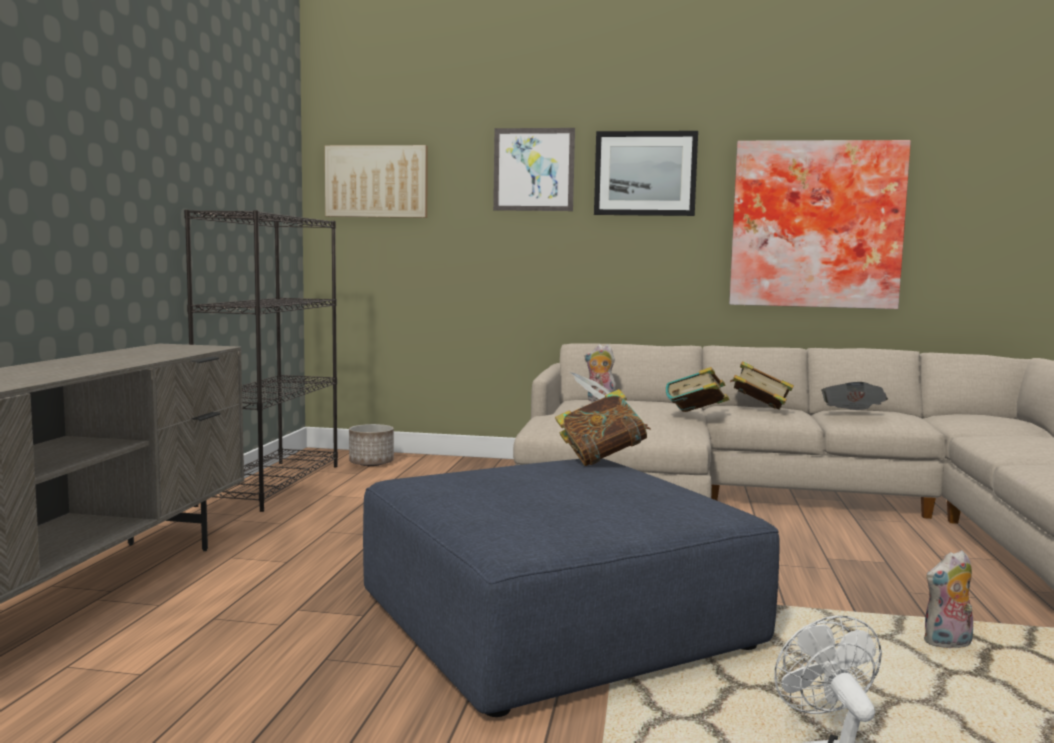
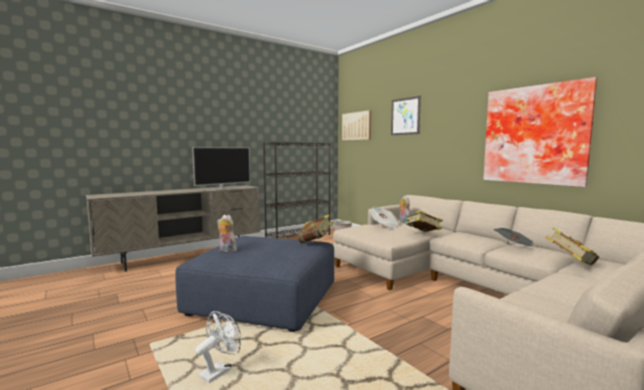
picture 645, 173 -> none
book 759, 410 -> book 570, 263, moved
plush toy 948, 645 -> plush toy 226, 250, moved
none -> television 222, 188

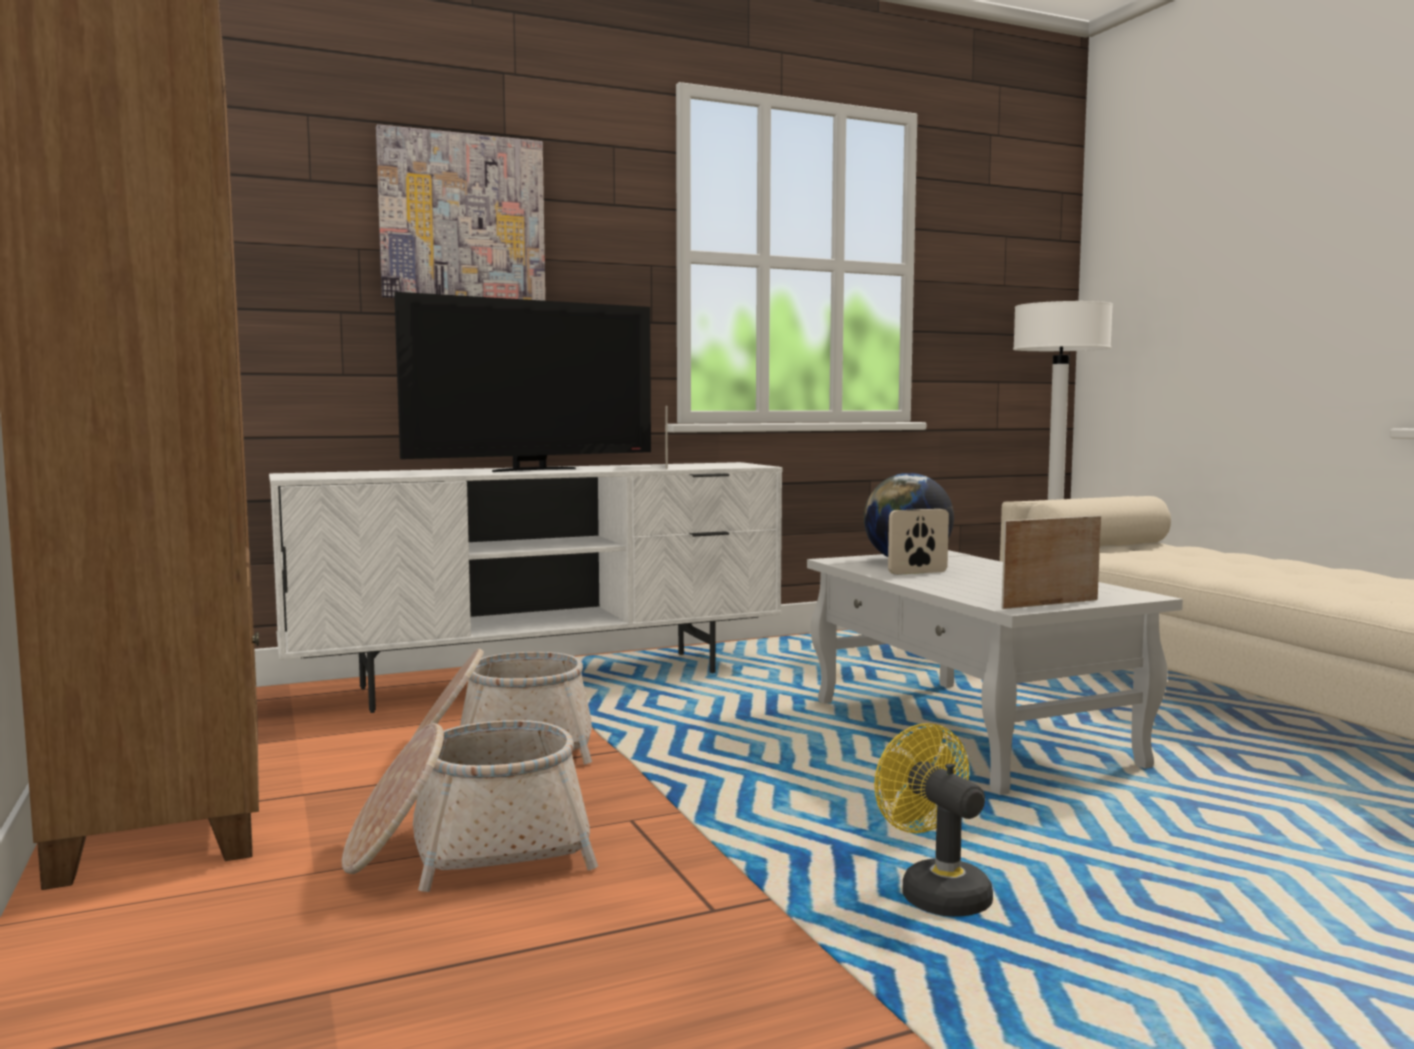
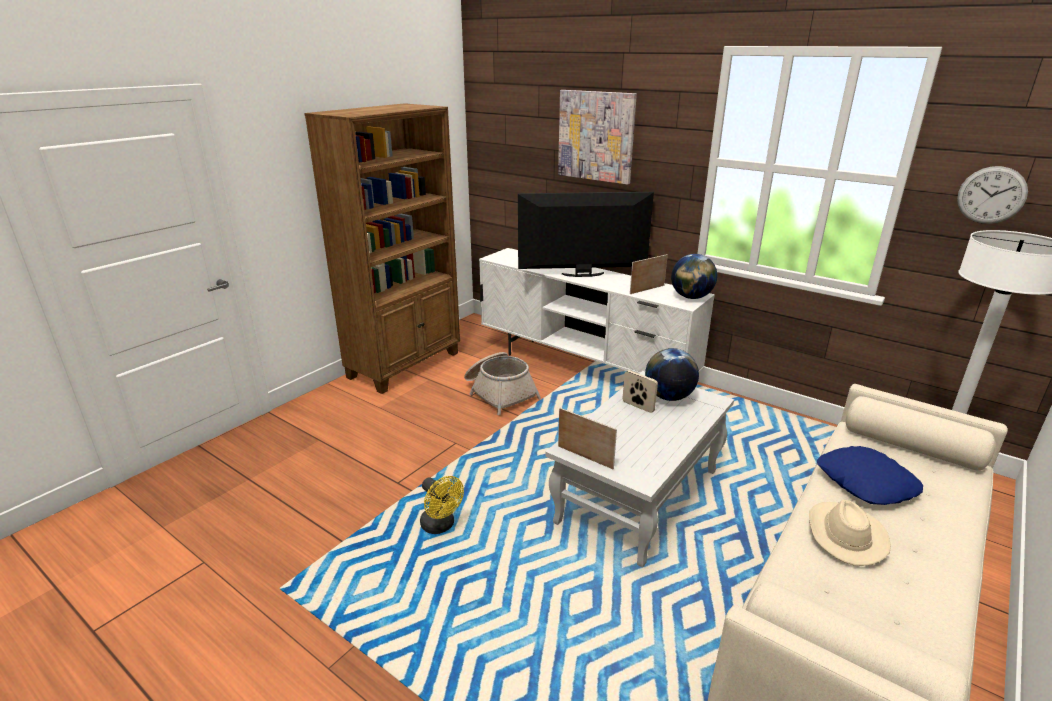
basket 469, 851 -> none
television 532, 470 -> television 582, 275, 150 degrees clockwise
fan in yellow 935, 892 -> fan in yellow 441, 526, 105 degrees clockwise
none -> globe 691, 297
none -> hat in beige 844, 534
none -> pillow in blue 865, 483
none -> wall clock 991, 195

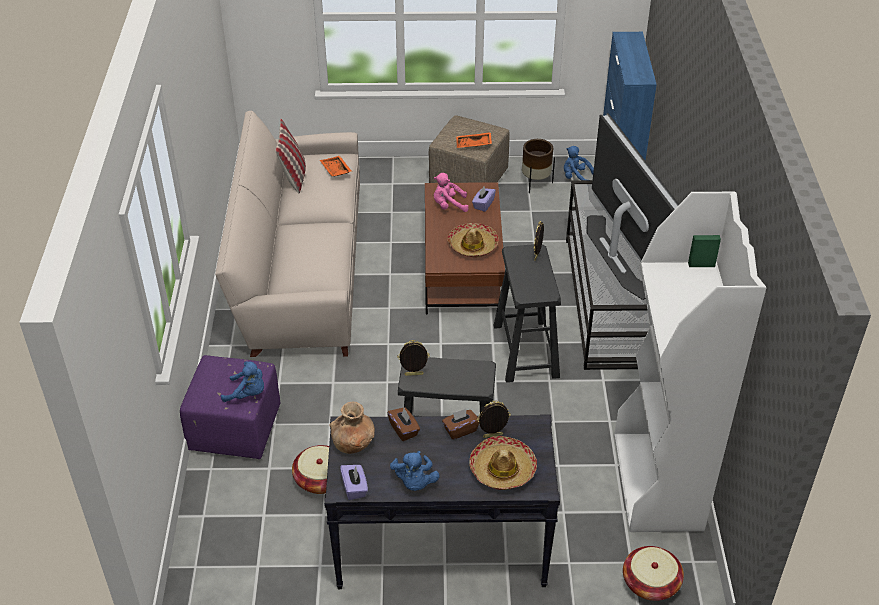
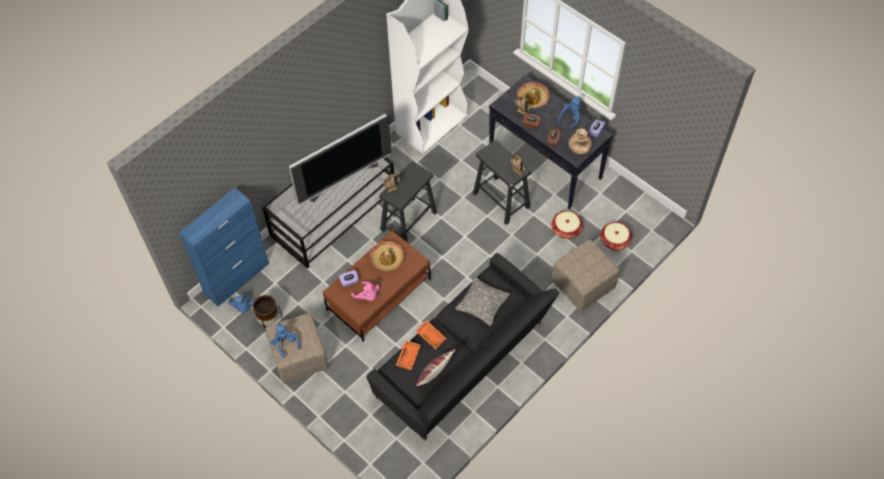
ottoman in purple 235, 430 -> ottoman in beige 583, 284
sofa in beige 300, 271 -> sofa in black 464, 362
plush toy in blue 247, 394 -> plush toy in blue 285, 343, moved
tray in orange 473, 145 -> tray in orange 431, 336, moved
television 619, 255 -> television 342, 179, 150 degrees counterclockwise
basket 650, 583 -> basket 614, 241, moved
none -> pillow 482, 304

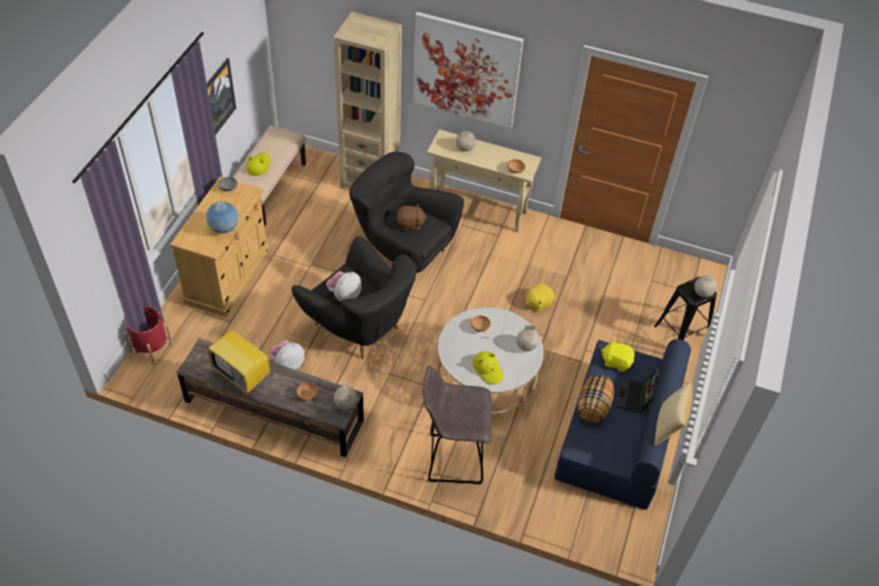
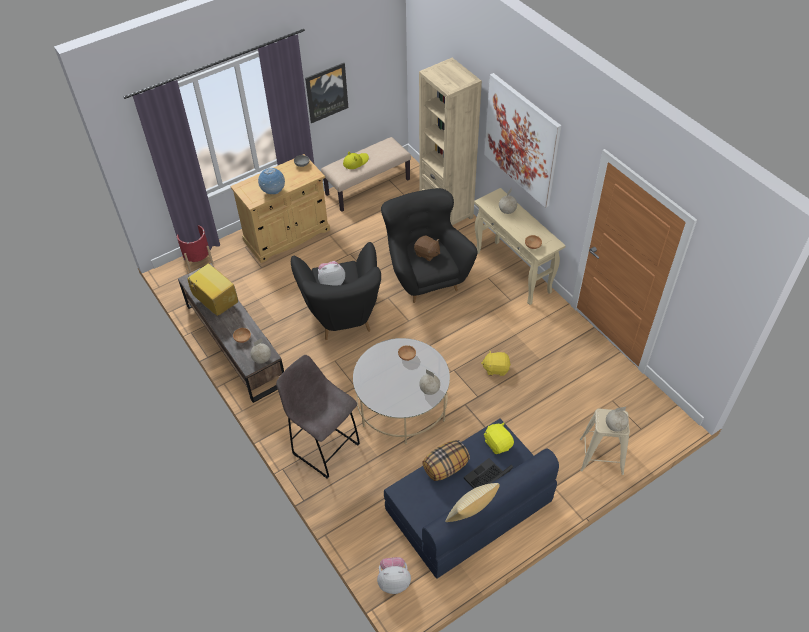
television 243, 375 -> television 215, 303, 150 degrees clockwise
plush toy 288, 364 -> plush toy 394, 581, moved
hat in yellow 488, 369 -> none
stool in black 681, 331 -> stool in beige 601, 456

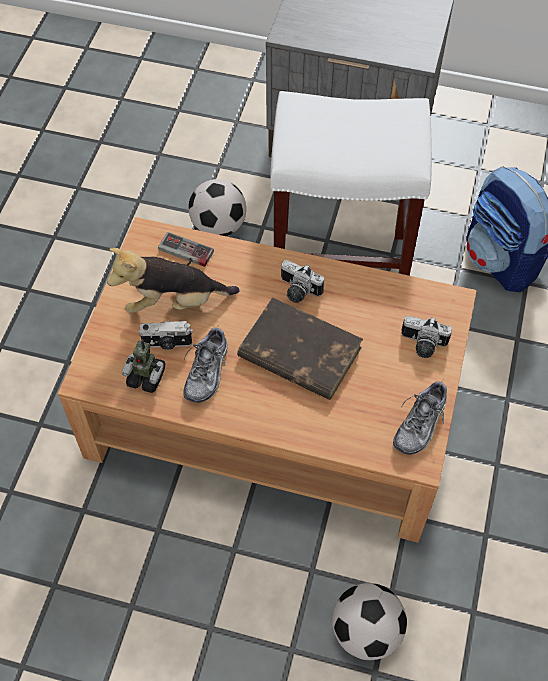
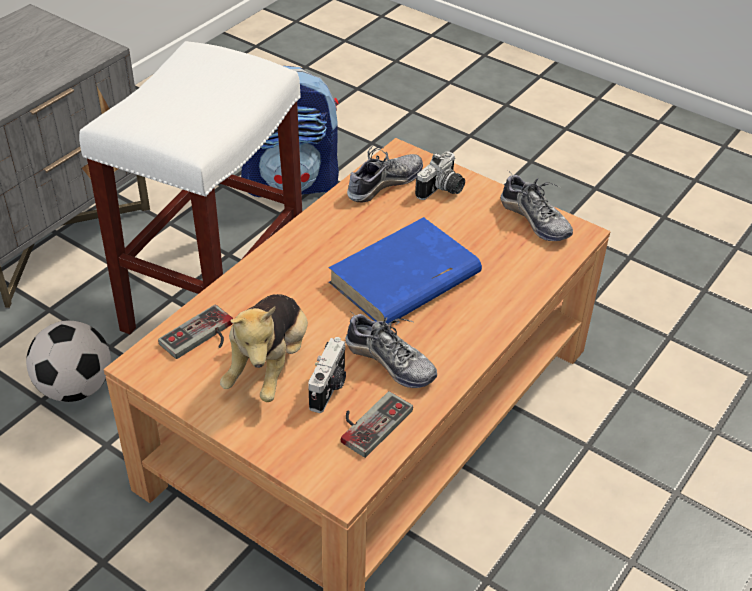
toy robot 146, 377 -> game controller 369, 421
book in brown 298, 352 -> book in blue 403, 279
photo camera 297, 291 -> none
football 366, 631 -> none
none -> shoe 384, 184

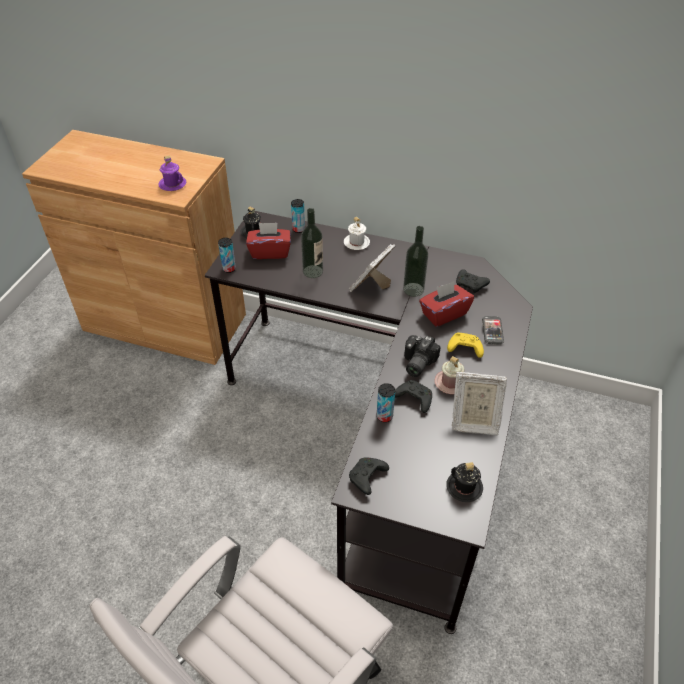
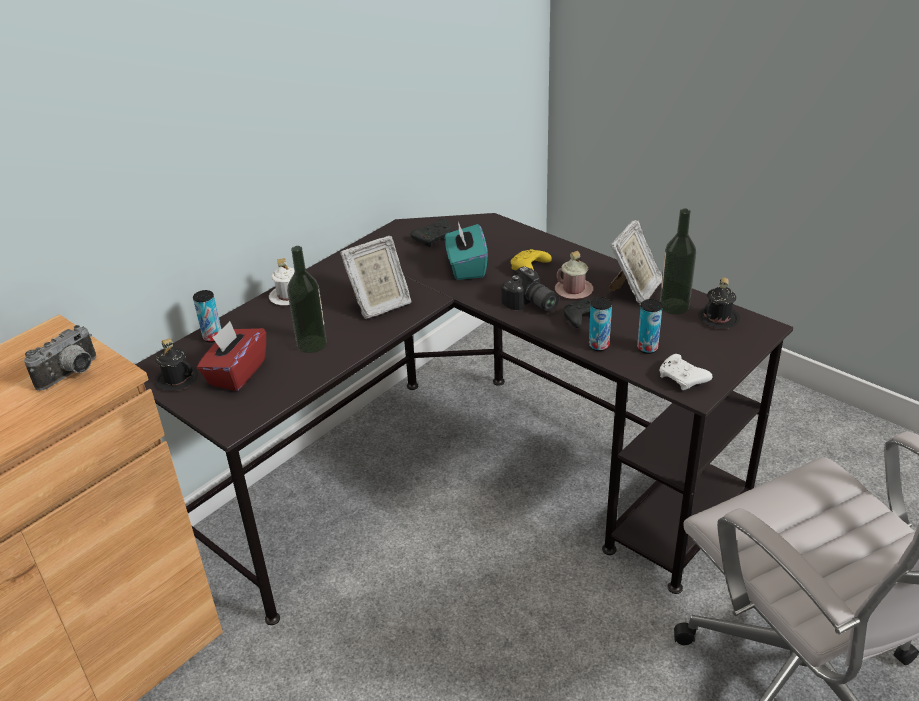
mug in purple 172, 184 -> photo camera 72, 375
can 229, 269 -> can 647, 348, moved
picture frame 371, 286 -> picture frame 379, 305, 90 degrees counterclockwise
game controller in black 367, 478 -> game controller in white 683, 379
bottle 413, 289 -> bottle 674, 306, moved
tissue box in red 444, 314 -> tissue box in turquoise 466, 267
phone 492, 331 -> none

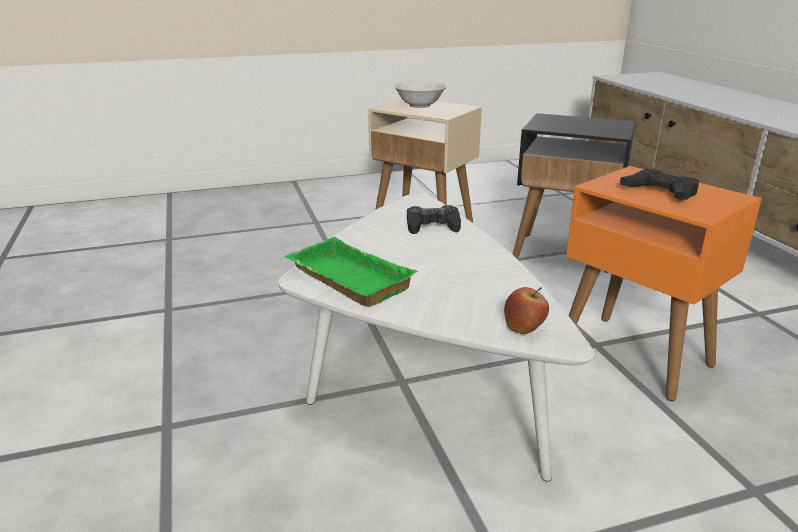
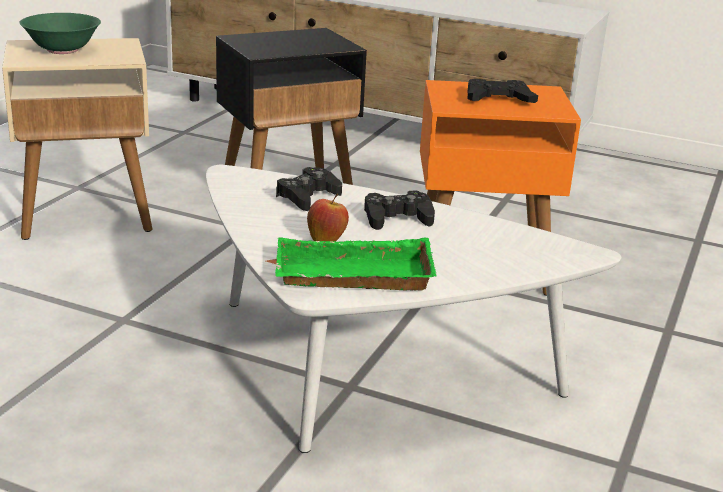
bowl in white 419, 105 -> bowl in green 62, 50
apple 524, 329 -> apple 327, 240, moved
none -> game controller in black 397, 218

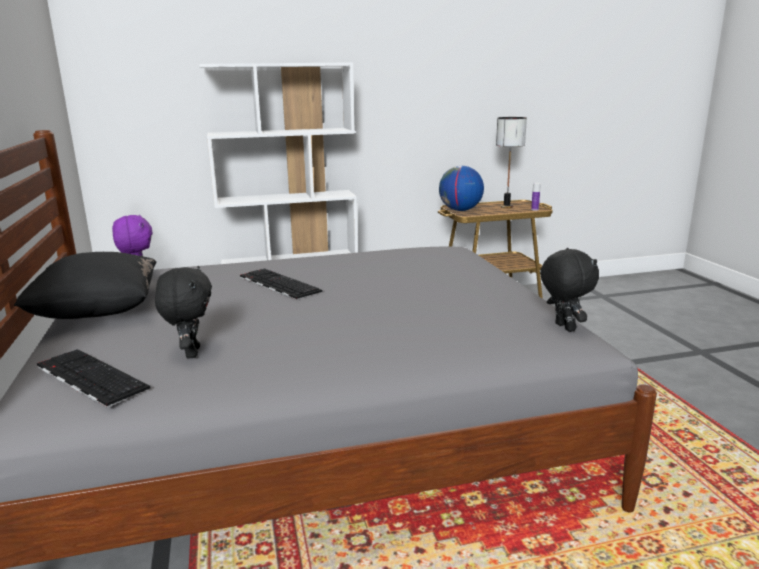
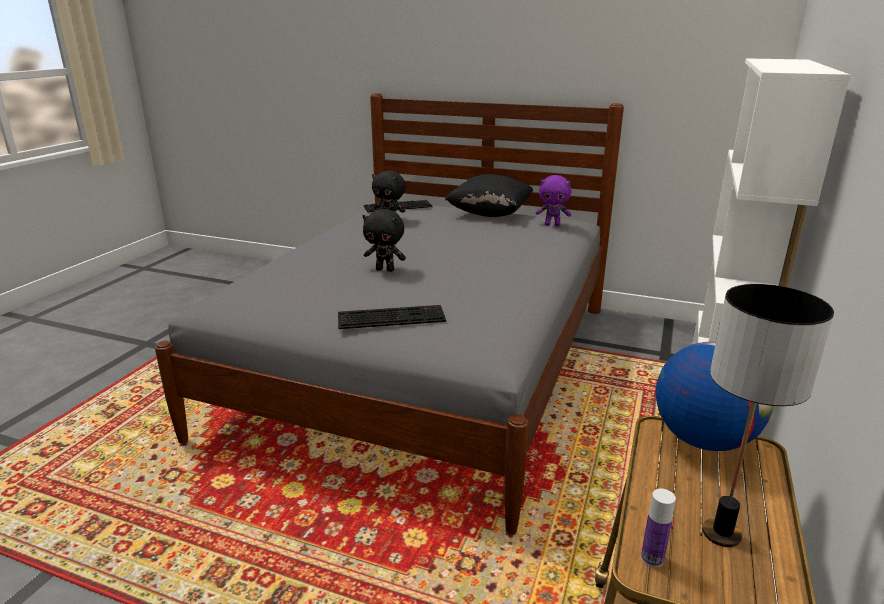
keyboard 277, 284 -> keyboard 392, 317, moved
plush toy in black 563, 327 -> plush toy in black 385, 269, moved

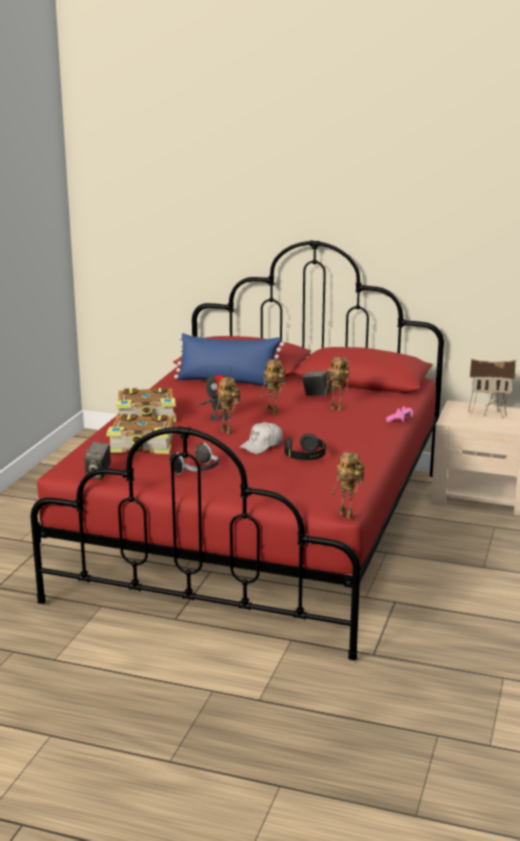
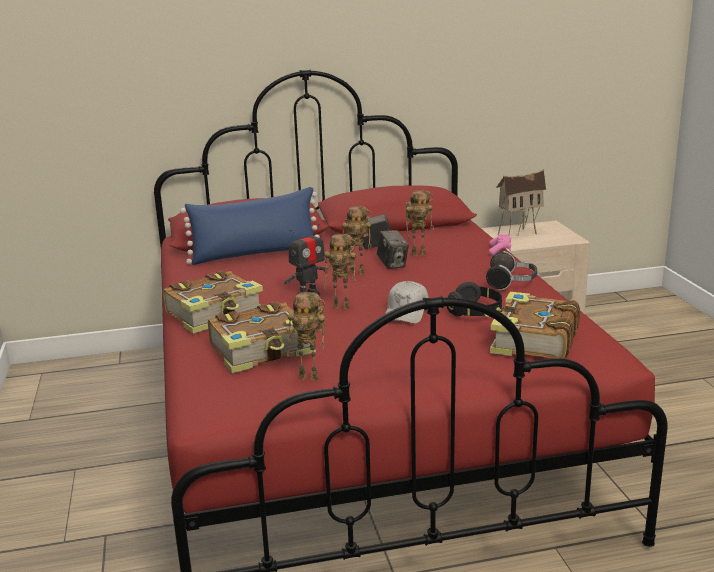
photo camera 98, 474 -> photo camera 392, 265, moved
headphones 197, 471 -> headphones 512, 283, moved
toy robot 348, 515 -> toy robot 310, 377, moved
none -> book 532, 341

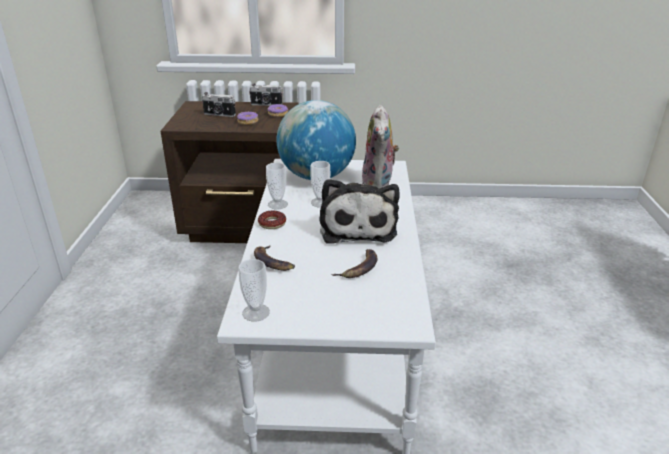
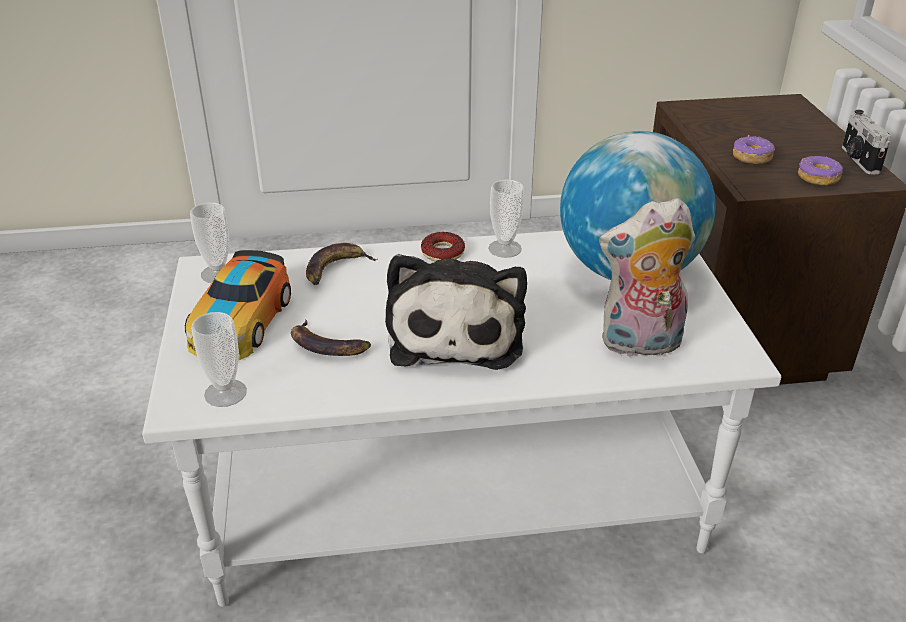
photo camera 219, 114 -> none
cup 320, 202 -> cup 225, 393, moved
plush toy 357, 226 -> plush toy 456, 333, 75 degrees counterclockwise
none -> toy car 240, 321

